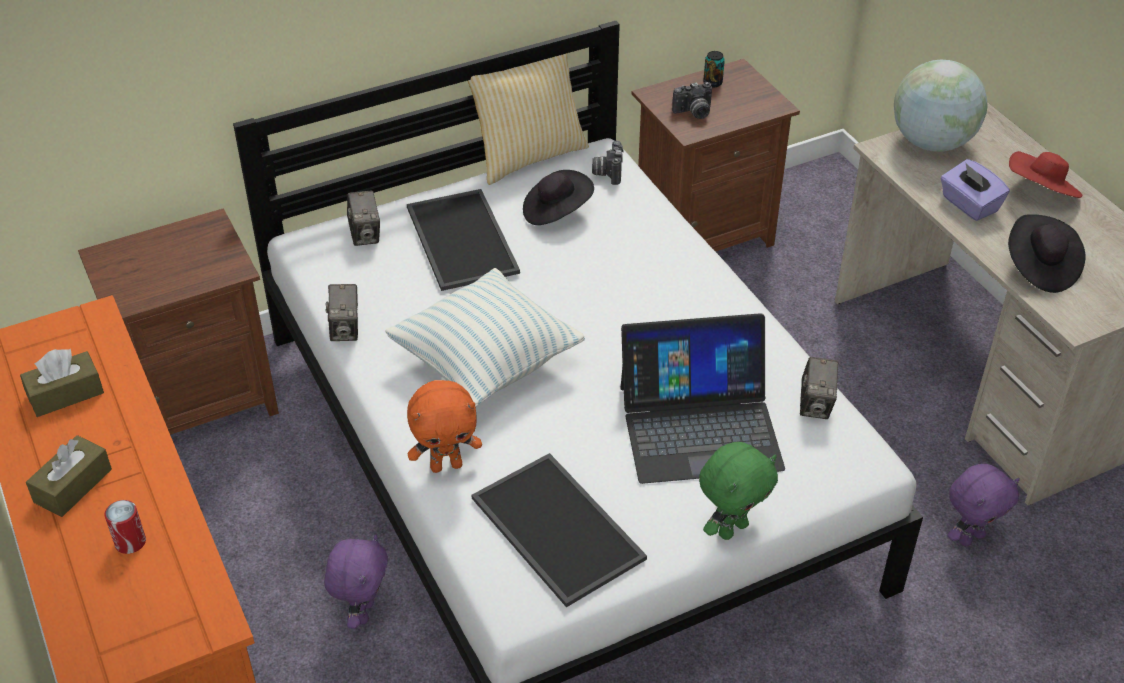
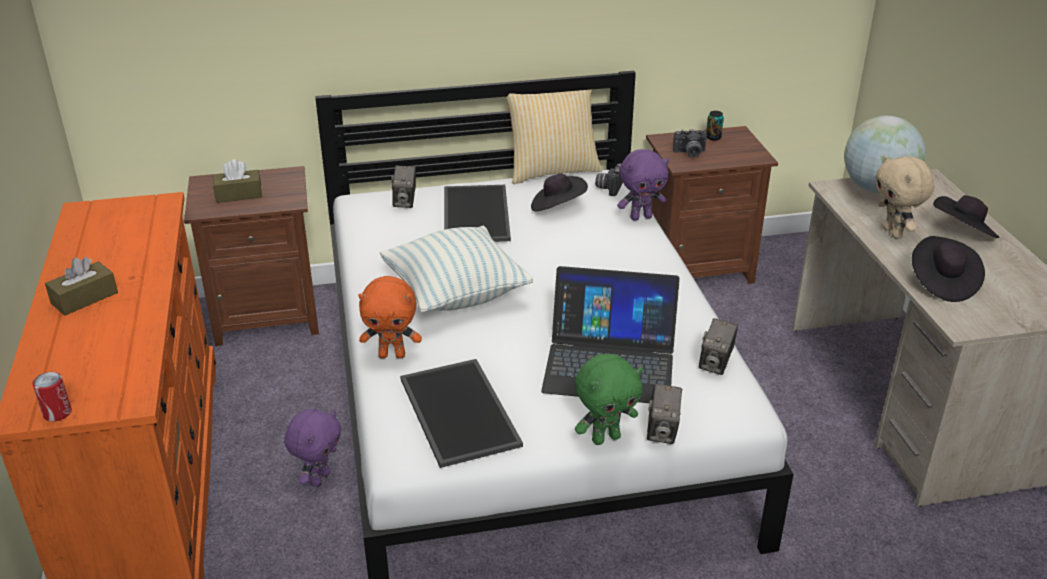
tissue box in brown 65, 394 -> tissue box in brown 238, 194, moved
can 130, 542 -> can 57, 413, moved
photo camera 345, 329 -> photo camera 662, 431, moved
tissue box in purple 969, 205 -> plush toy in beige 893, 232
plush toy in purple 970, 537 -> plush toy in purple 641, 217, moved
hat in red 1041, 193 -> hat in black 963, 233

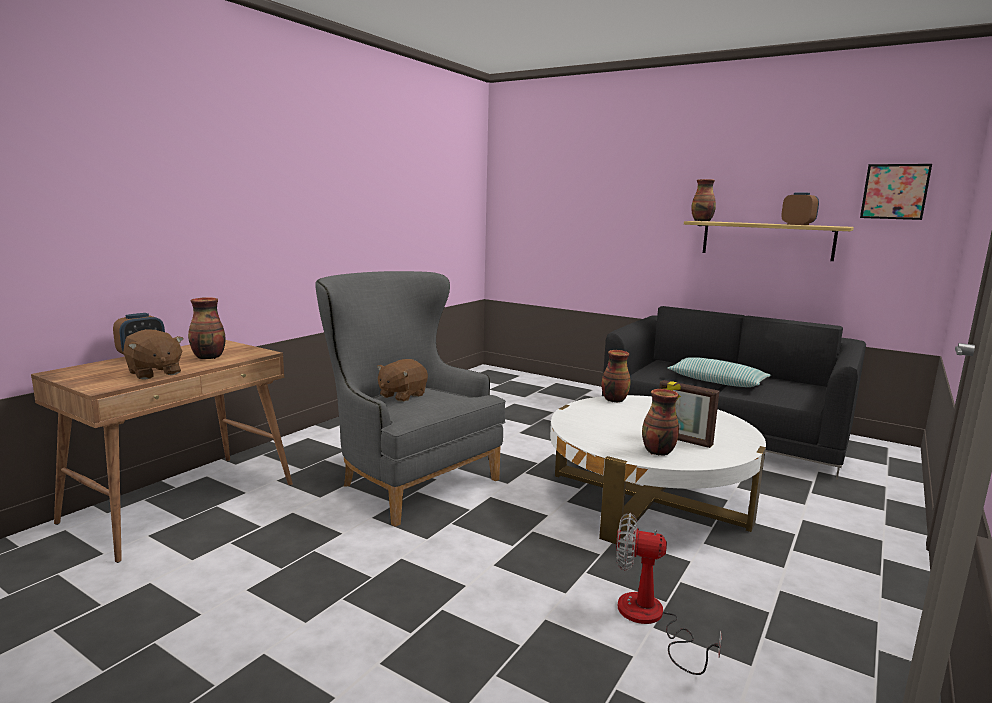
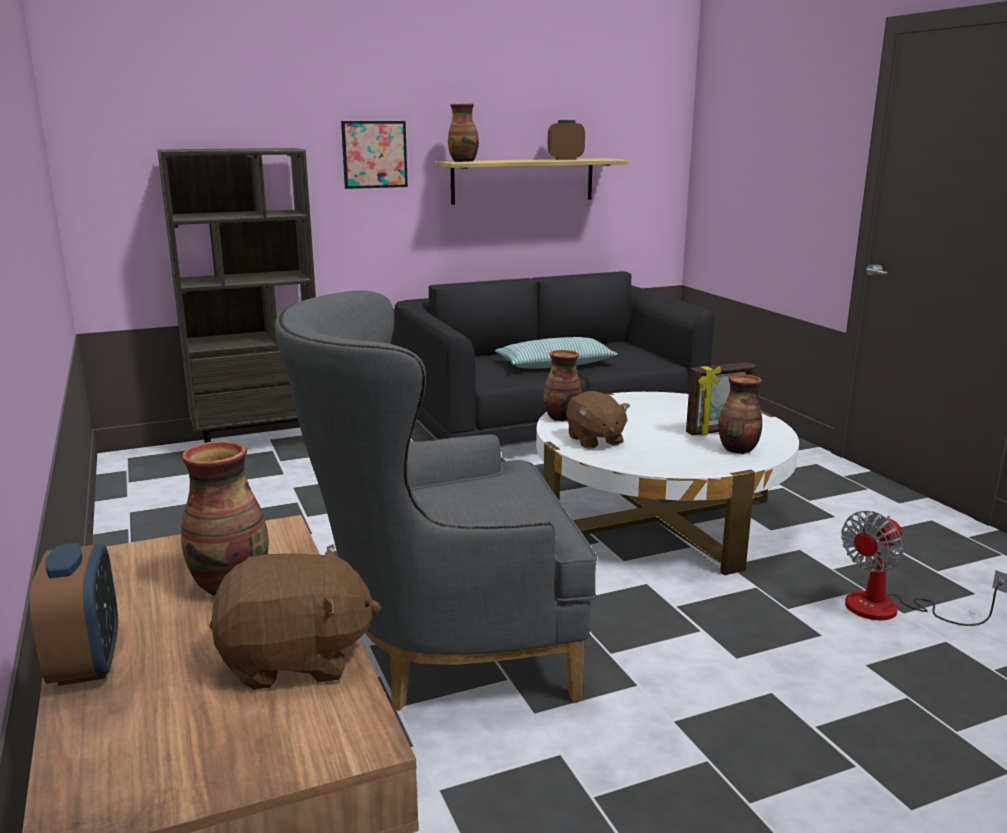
plush toy in brown 402, 395 -> plush toy in brown 594, 440, moved
picture 894, 191 -> picture 374, 154, moved
none -> bookcase in brown 259, 443

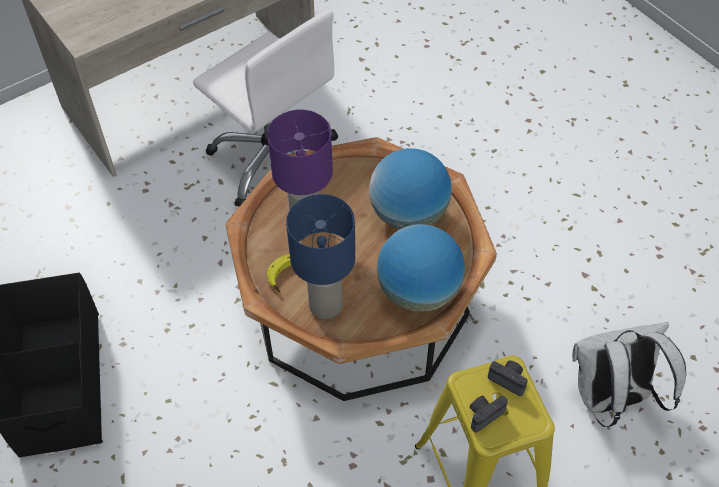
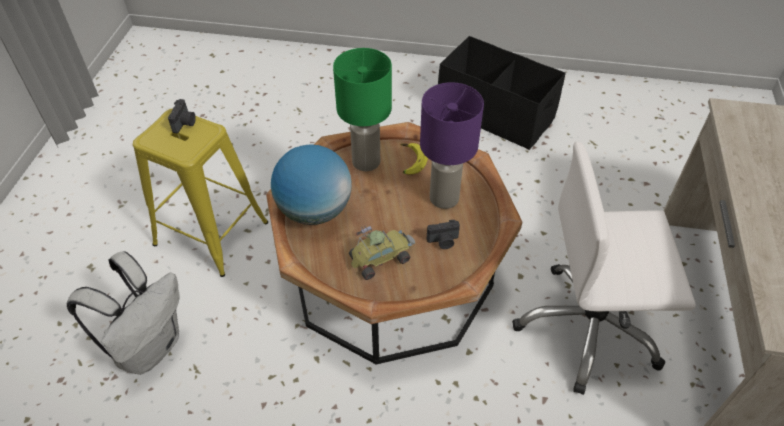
table lamp in blue 325, 304 -> table lamp in green 366, 162
globe 408, 215 -> toy car 380, 257
photo camera 508, 380 -> photo camera 443, 241, moved

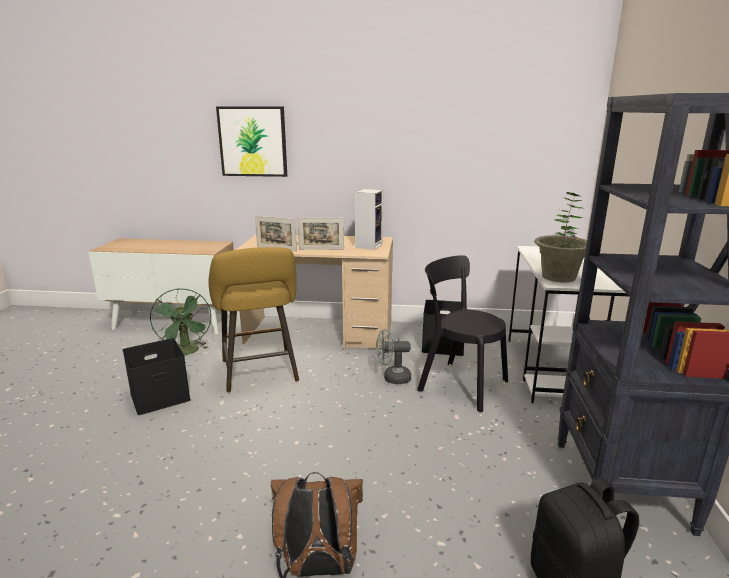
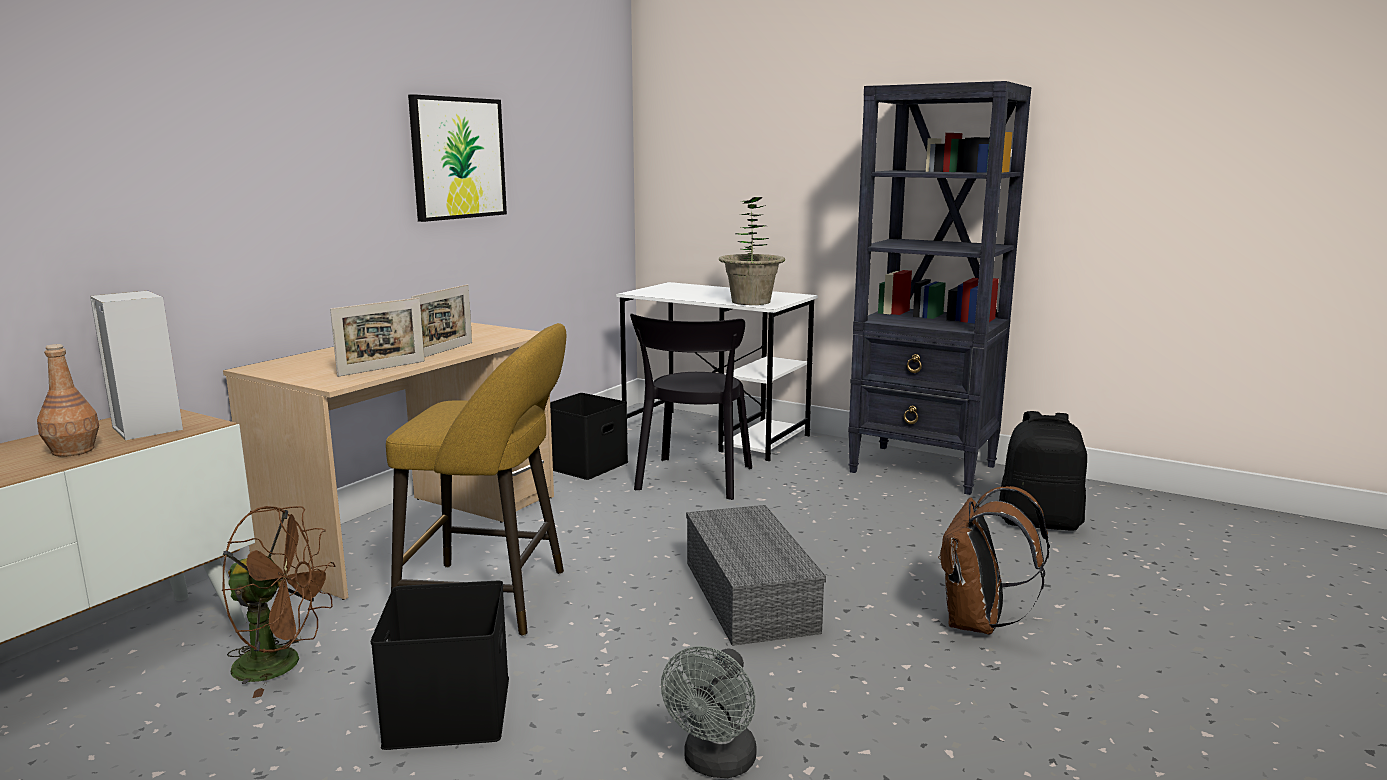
fan in green 187, 352 -> fan in brown 282, 665
picture 253, 141 -> picture 458, 158, moved
speaker 369, 245 -> speaker 145, 428, moved
fan in grey 392, 378 -> fan in grey 715, 764, moved
chair in black 459, 384 -> chair in black 693, 480, 45 degrees counterclockwise
none -> bottle in brown 74, 450
none -> storage box in grey 746, 594

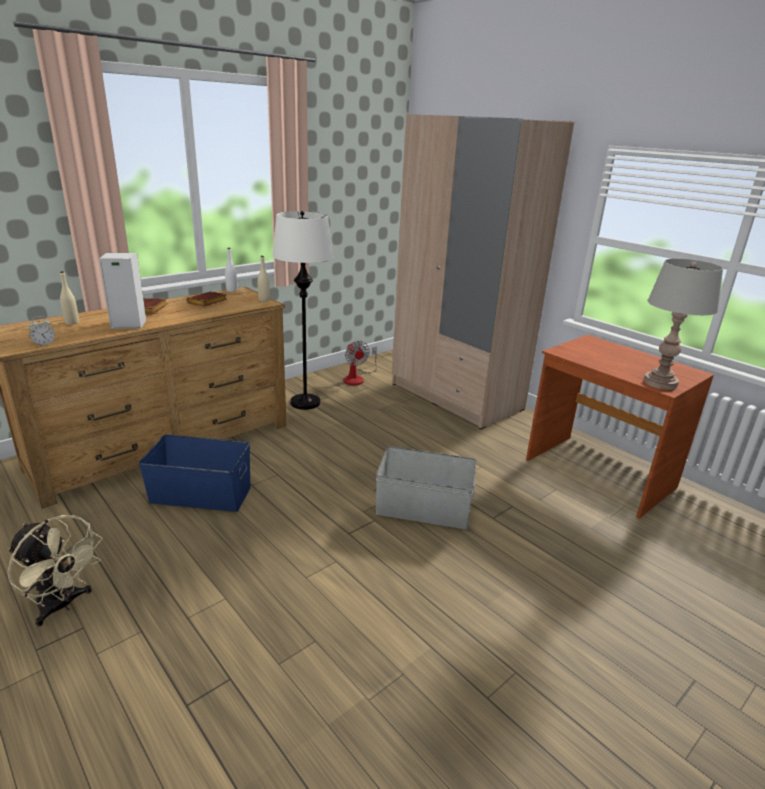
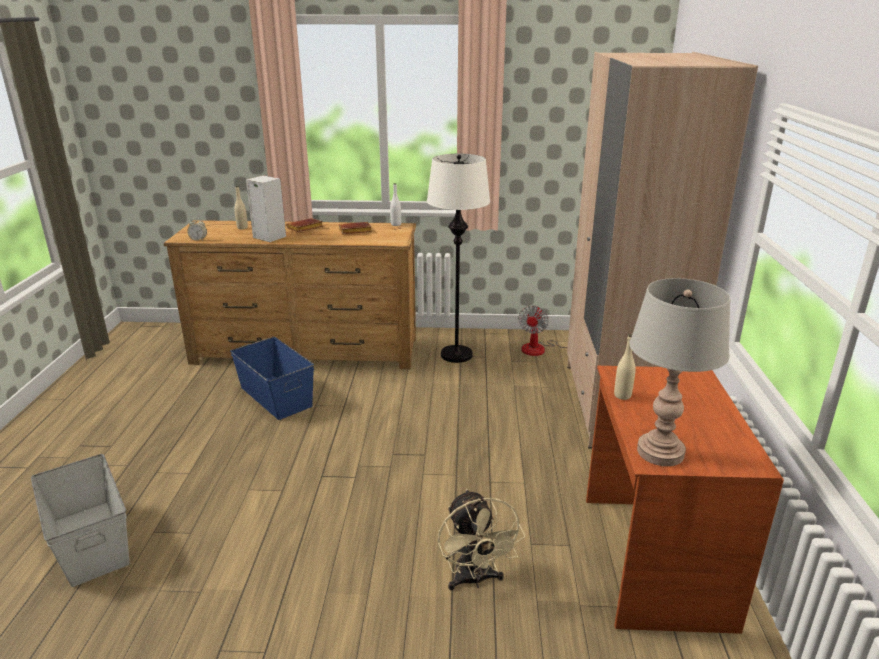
fan in beige 62, 605 -> fan in beige 474, 580, moved
bottle in beige 264, 300 -> bottle in beige 622, 395, moved
storage box in grey 423, 508 -> storage box in grey 91, 541, moved

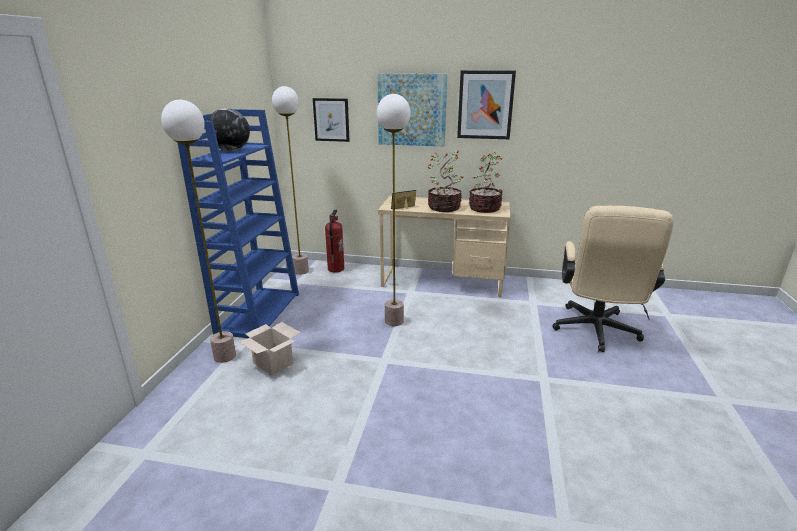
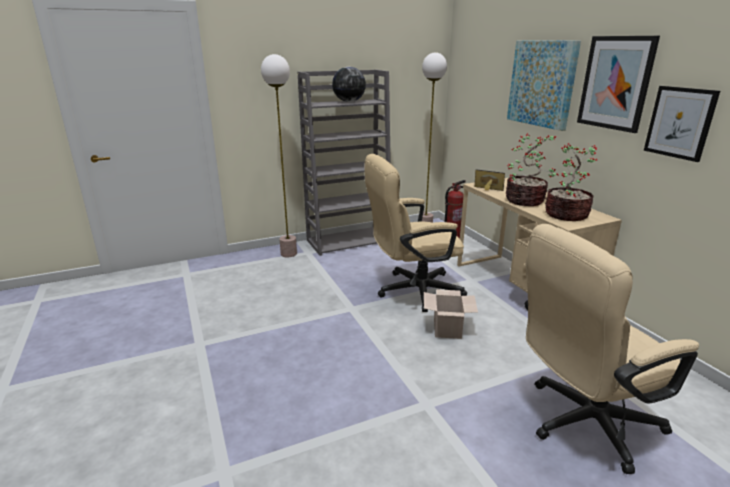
bookcase in blue 259, 312 -> bookcase in grey 349, 241
cardboard box 274, 363 -> cardboard box 448, 329, moved
picture 331, 120 -> picture 680, 122, moved
floor lamp 394, 321 -> office chair in beige 412, 291

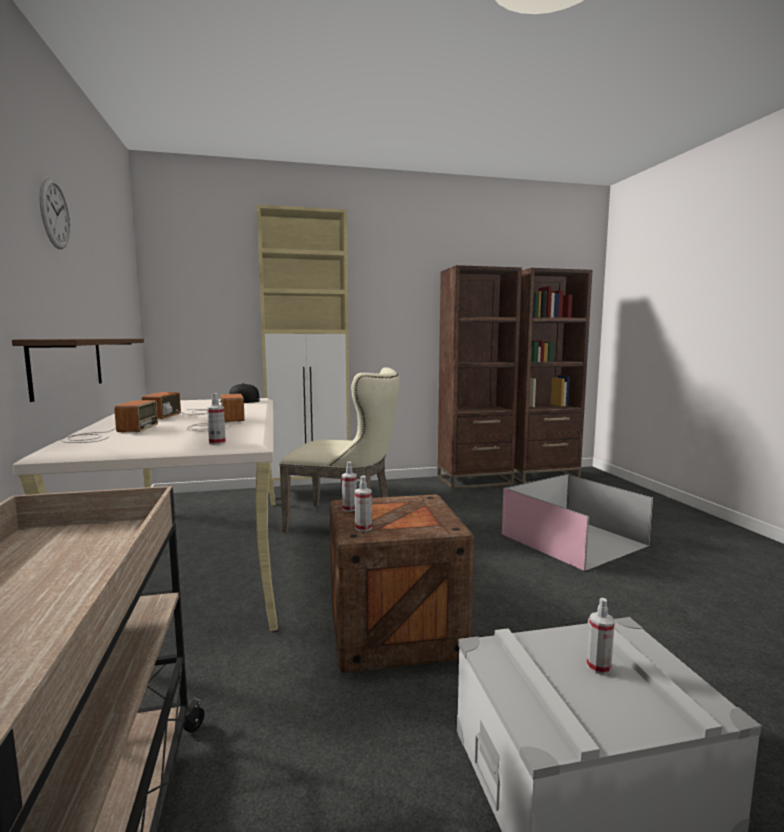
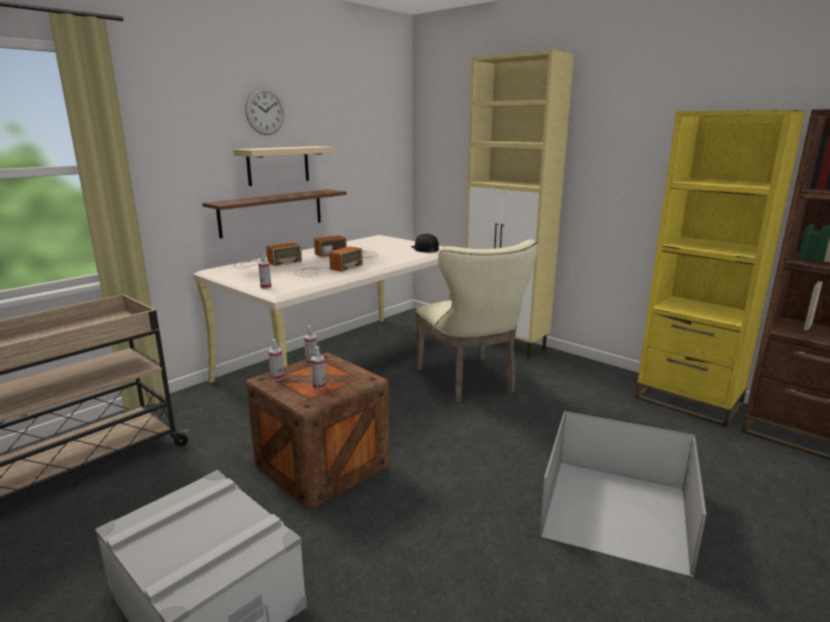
bookcase in brown 474, 481 -> bookcase in yellow 688, 401
spray bottle 598, 667 -> spray bottle 319, 386, moved
none -> shelf in beige 278, 165

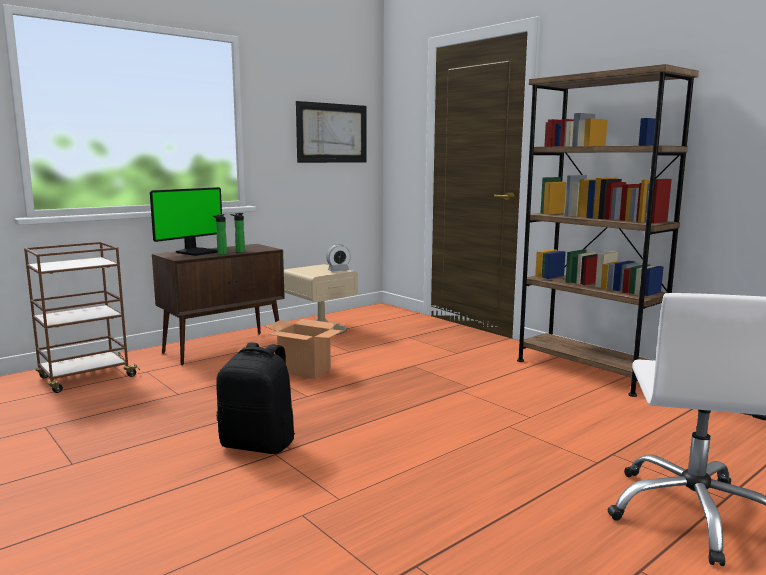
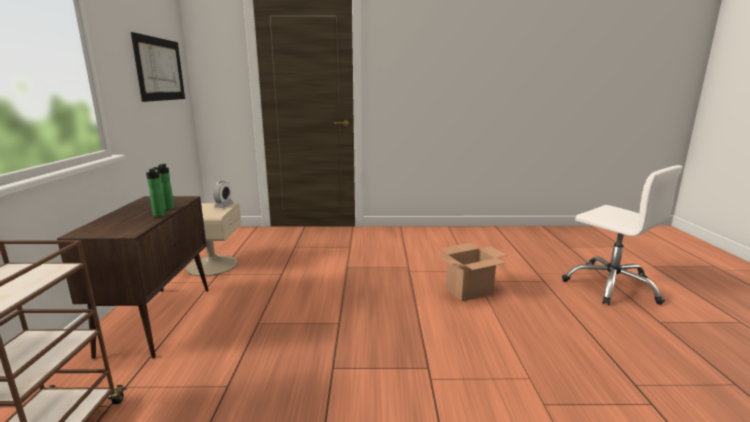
monitor 197, 252 -> none
backpack in black 259, 444 -> none
cardboard box 305, 370 -> cardboard box 469, 291, moved
bookcase in brown 586, 371 -> none

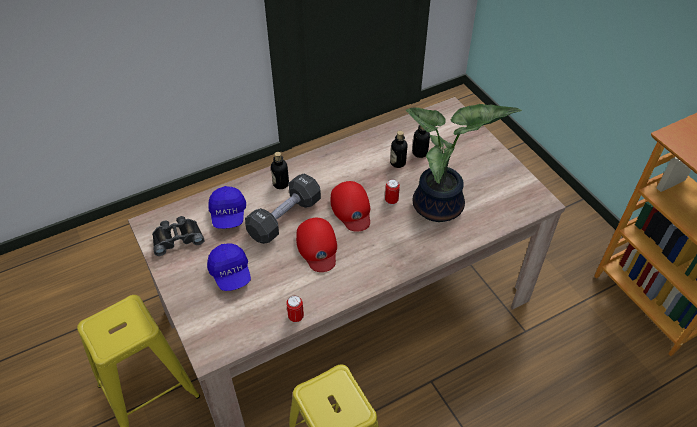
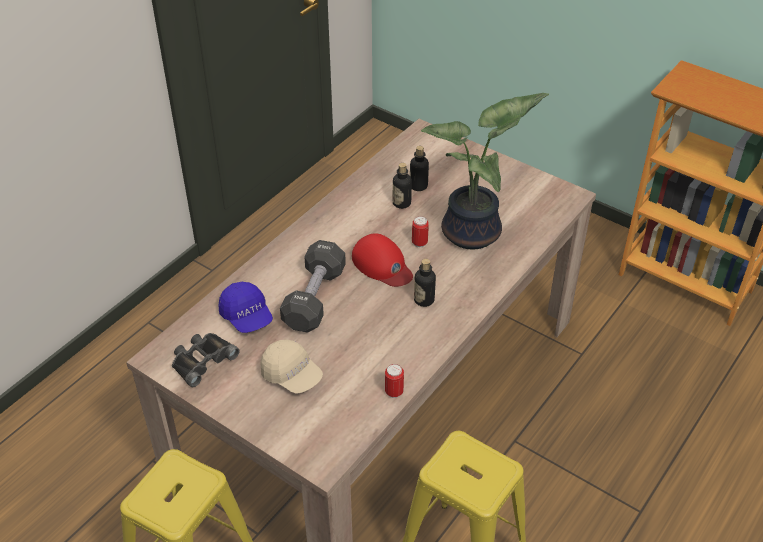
cap in blue 231, 273 -> cap in beige 292, 375
bottle 281, 184 -> bottle 424, 300, moved
cap in red 317, 247 -> none

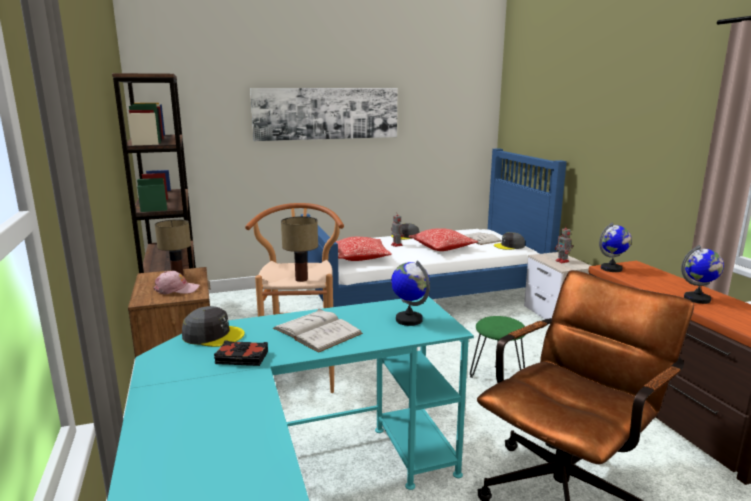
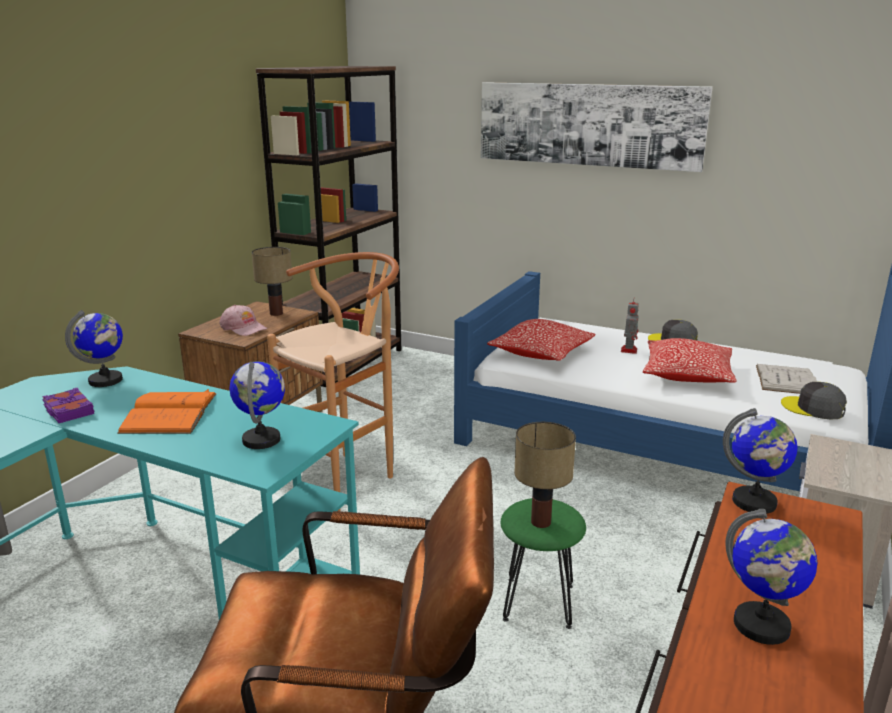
cap in grey 213, 335 -> globe 106, 380
book in black 242, 358 -> book in purple 68, 411
book in white 317, 331 -> book in orange 169, 413
table lamp 302, 279 -> table lamp 542, 522, moved
toy robot 563, 261 -> none

